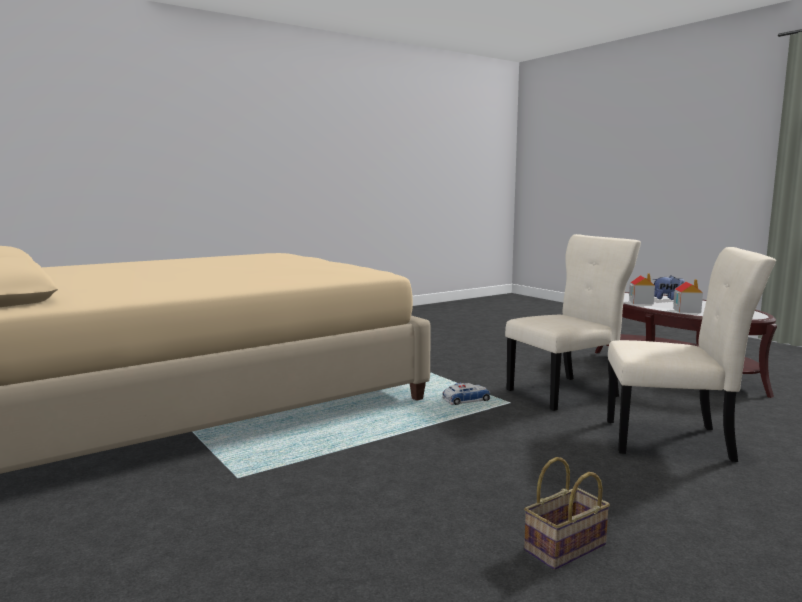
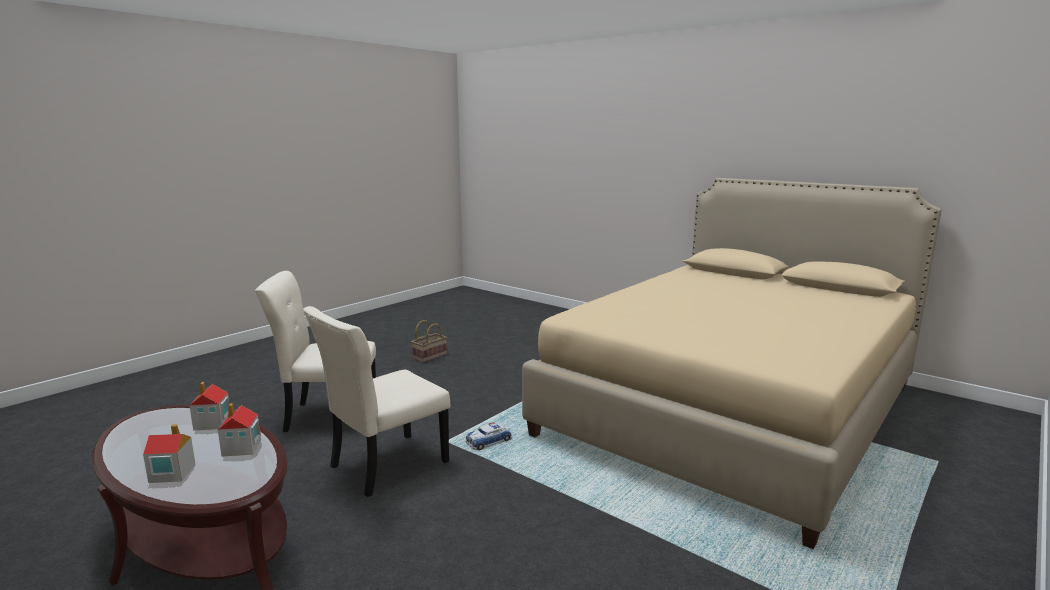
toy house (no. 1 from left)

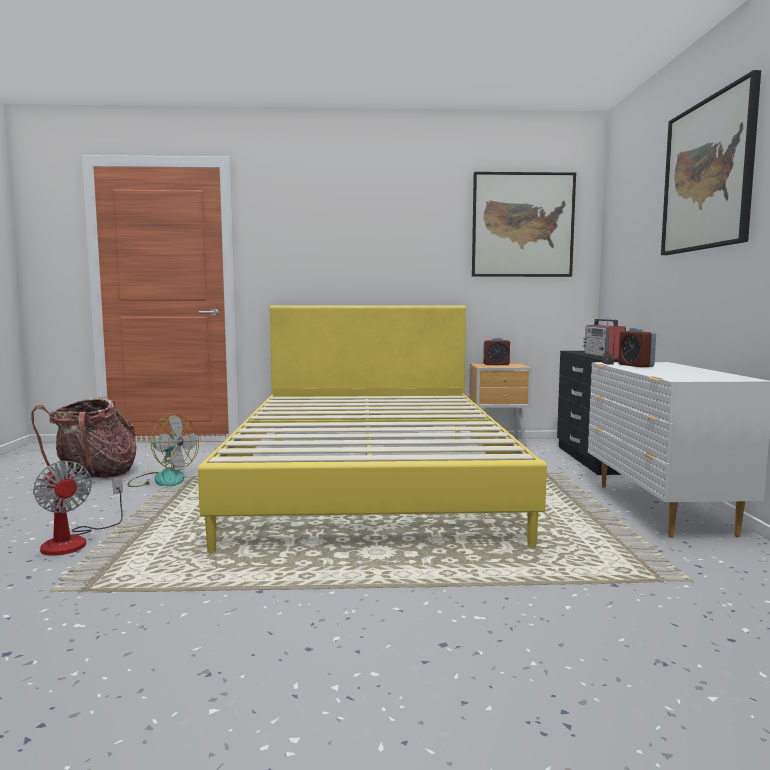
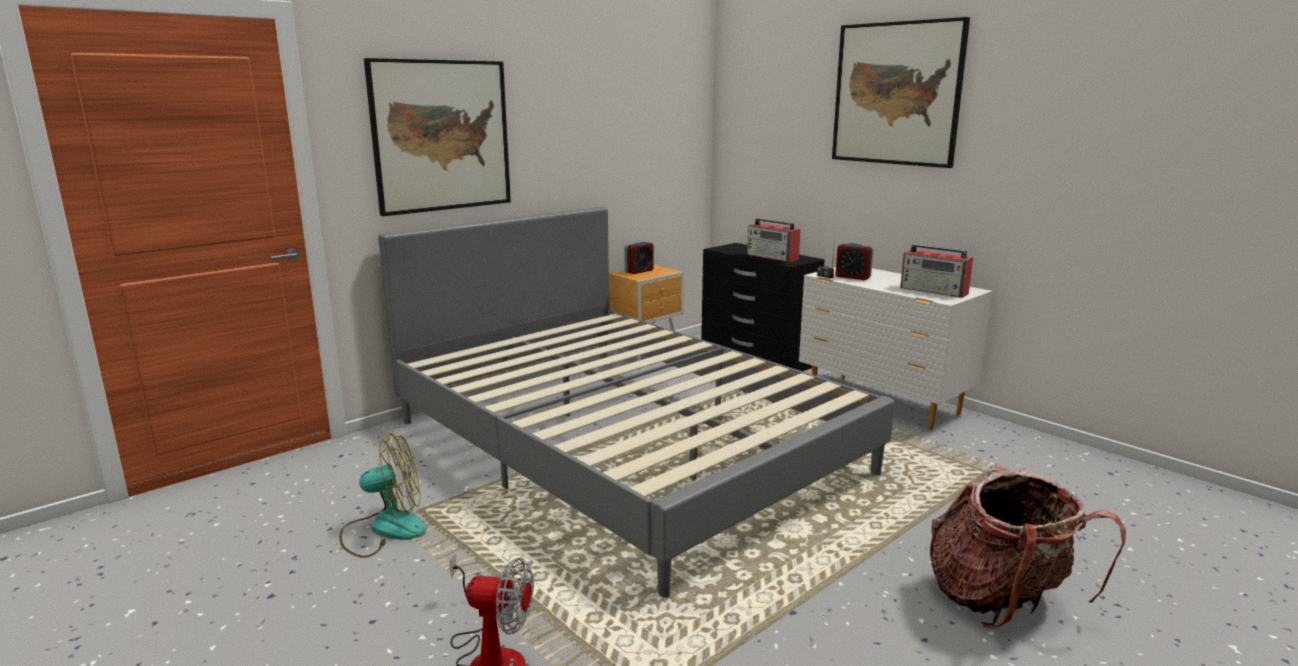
radio (no. 3 from left)
backpack
picture (no. 1 from left)
grey bed

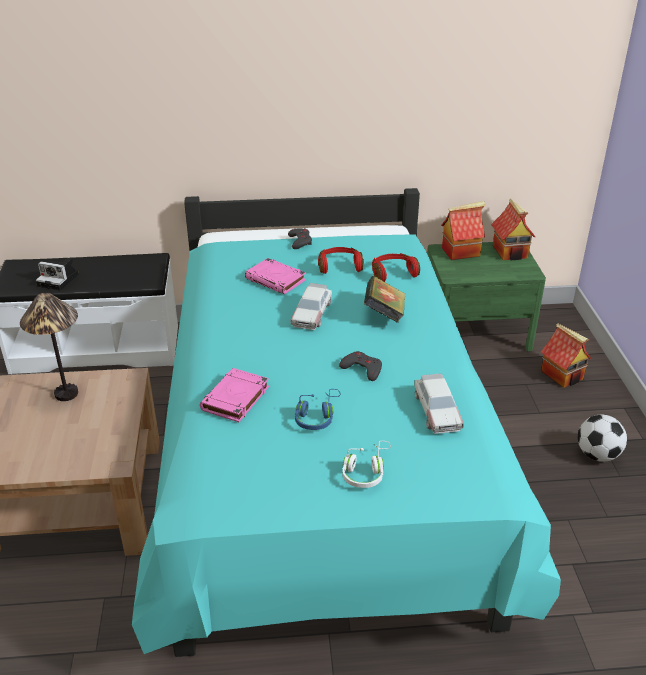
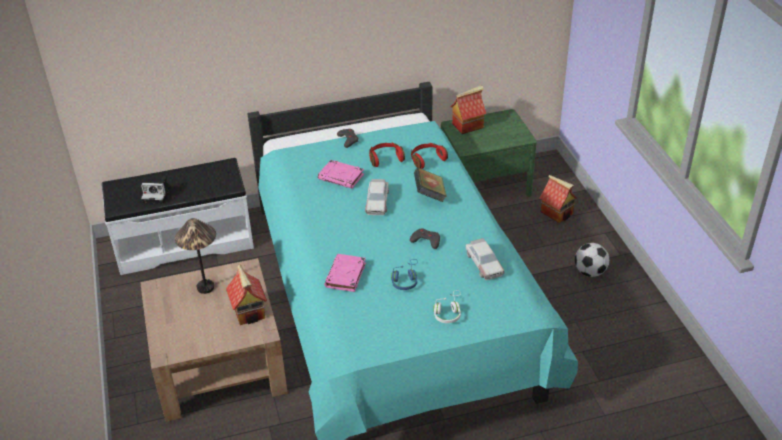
toy house (no. 1 from left)

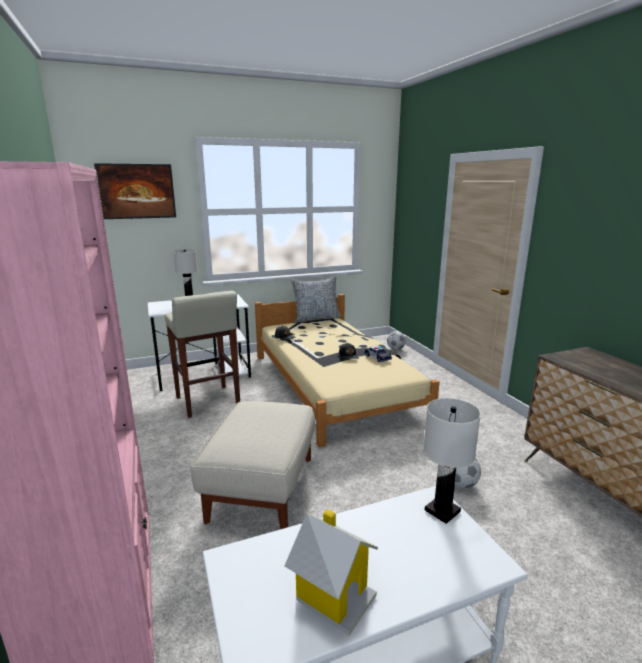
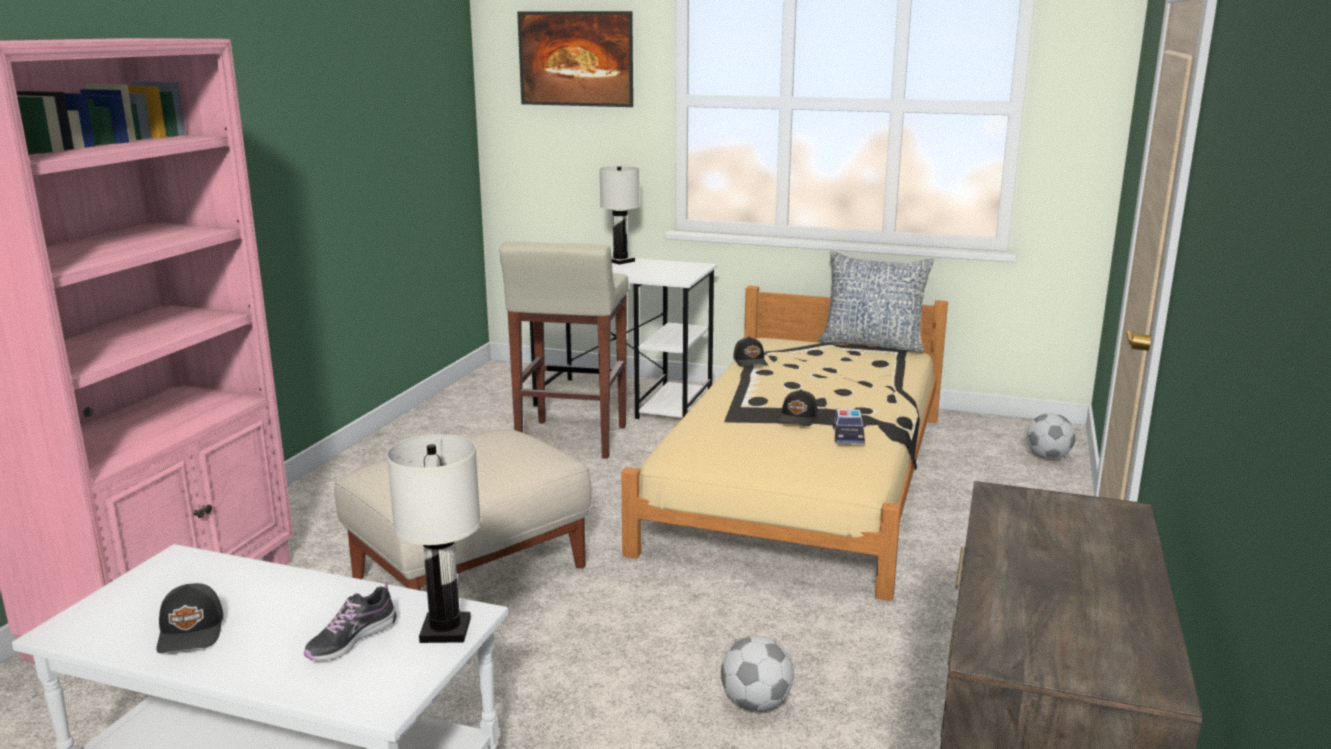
shoe
black cap (no. 1 from left)

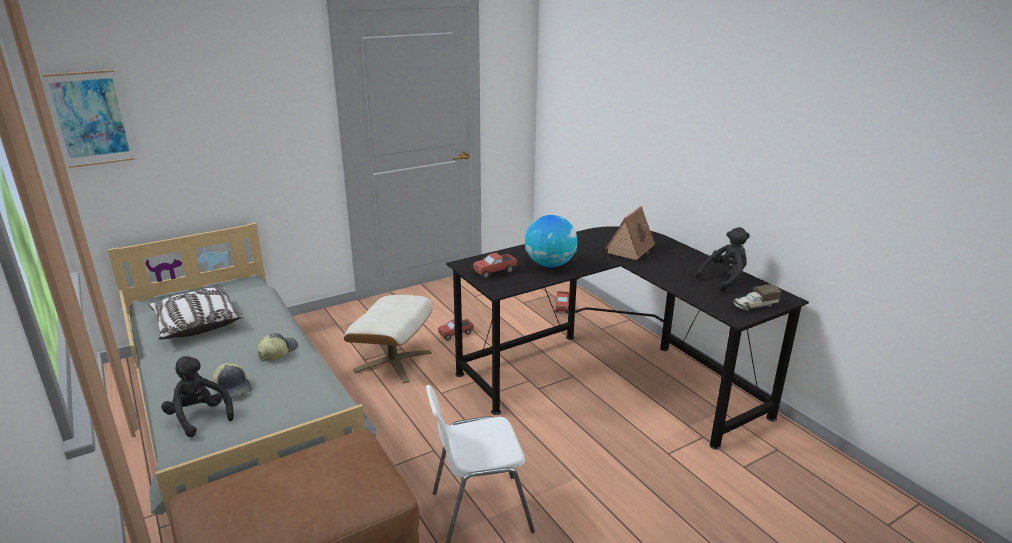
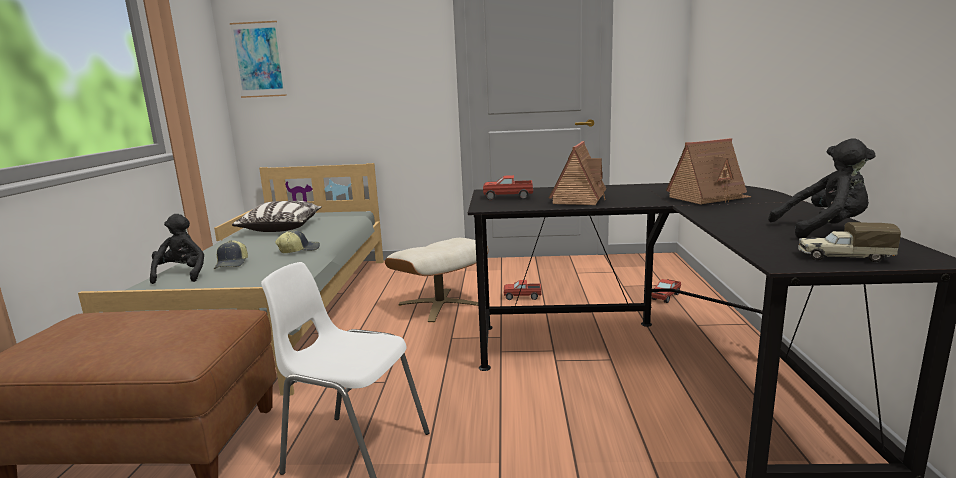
toy house (no. 1 from left)

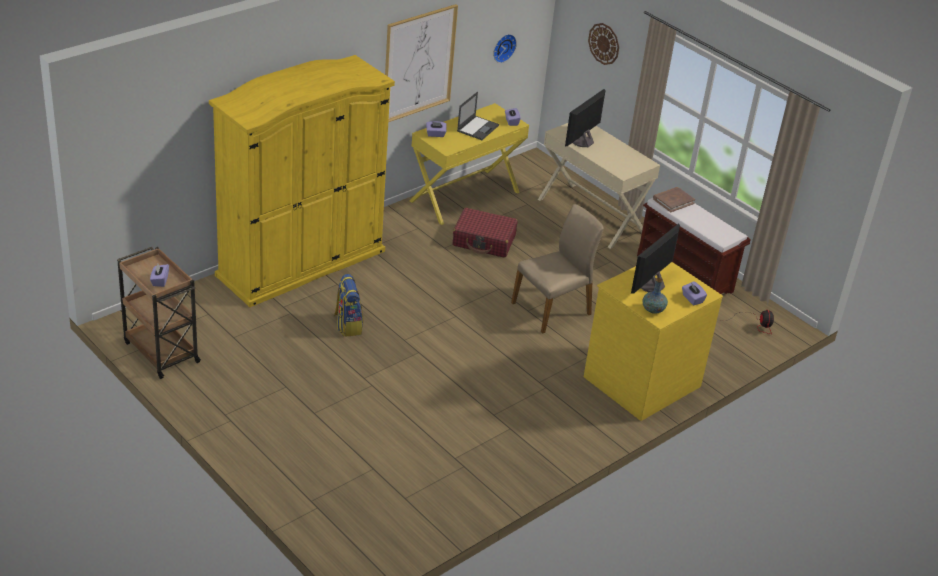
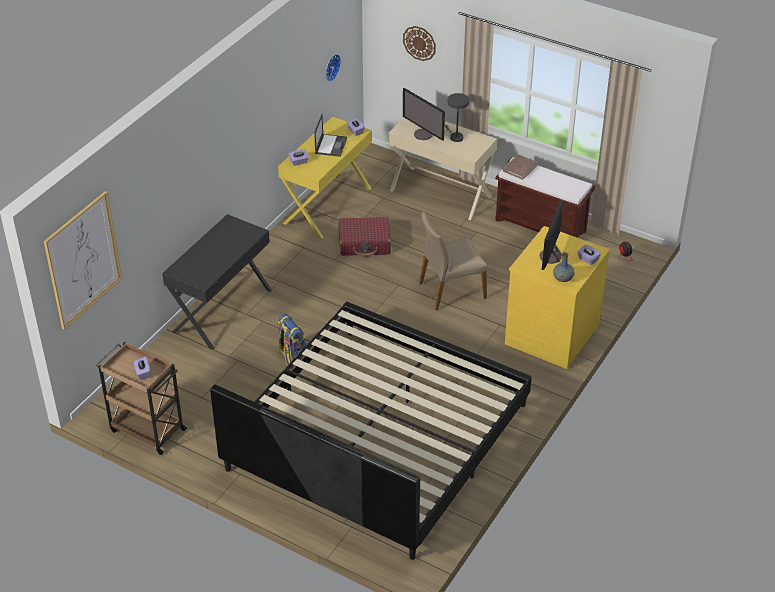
bed
grey table lamp
picture
black desk
beige chair
monitor (no. 1 from left)

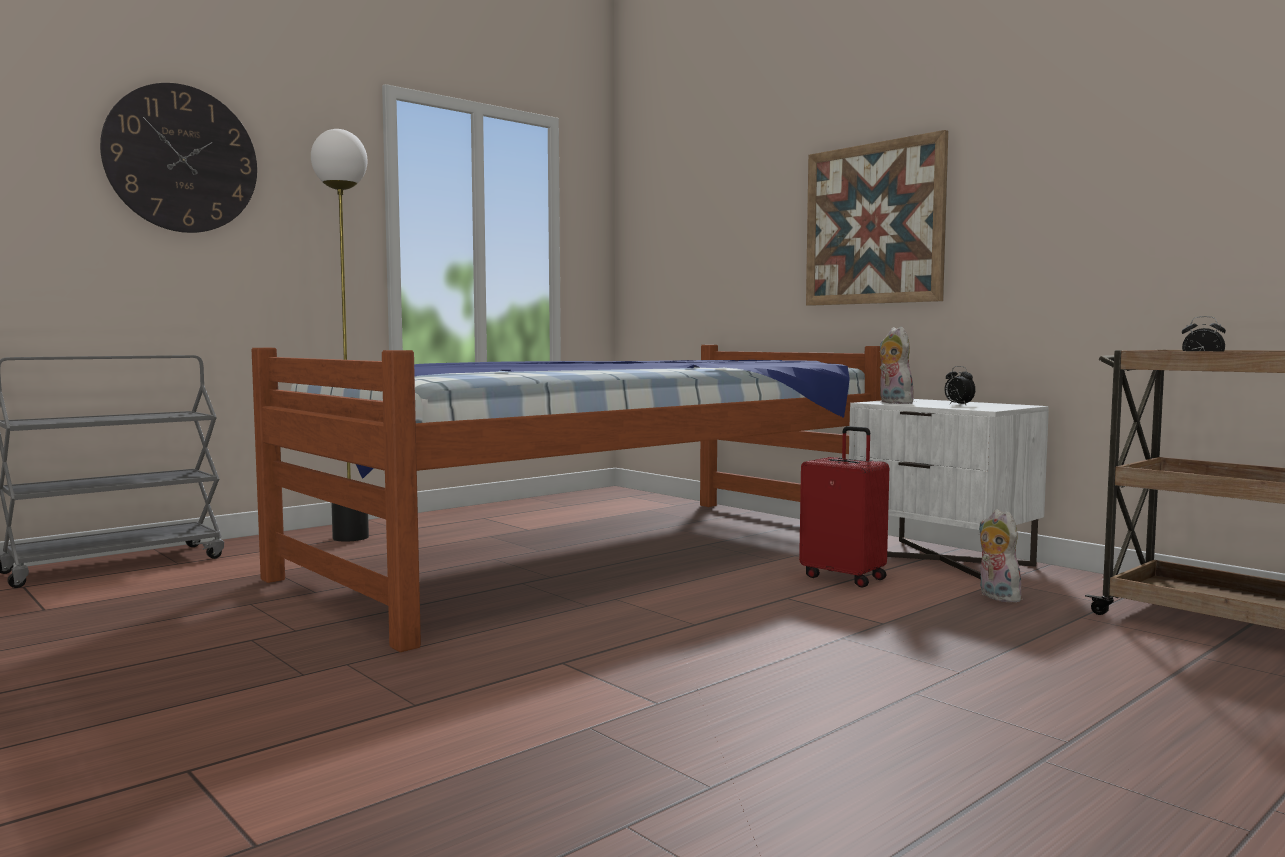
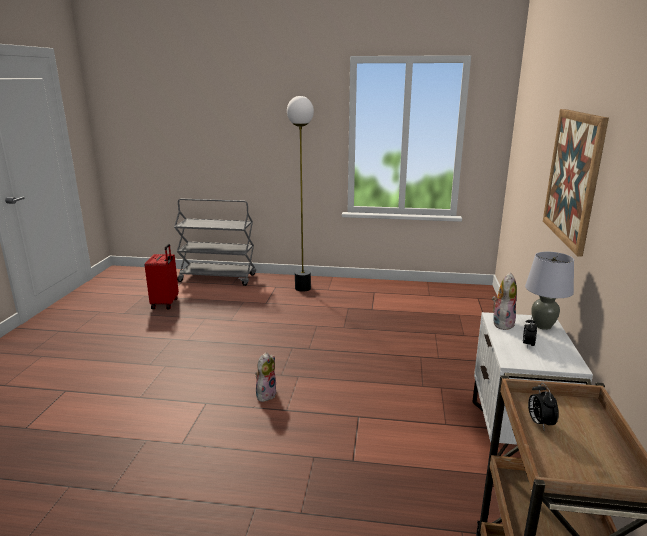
wall clock
bed
grey table lamp
red suitcase
plush toy (no. 1 from left)

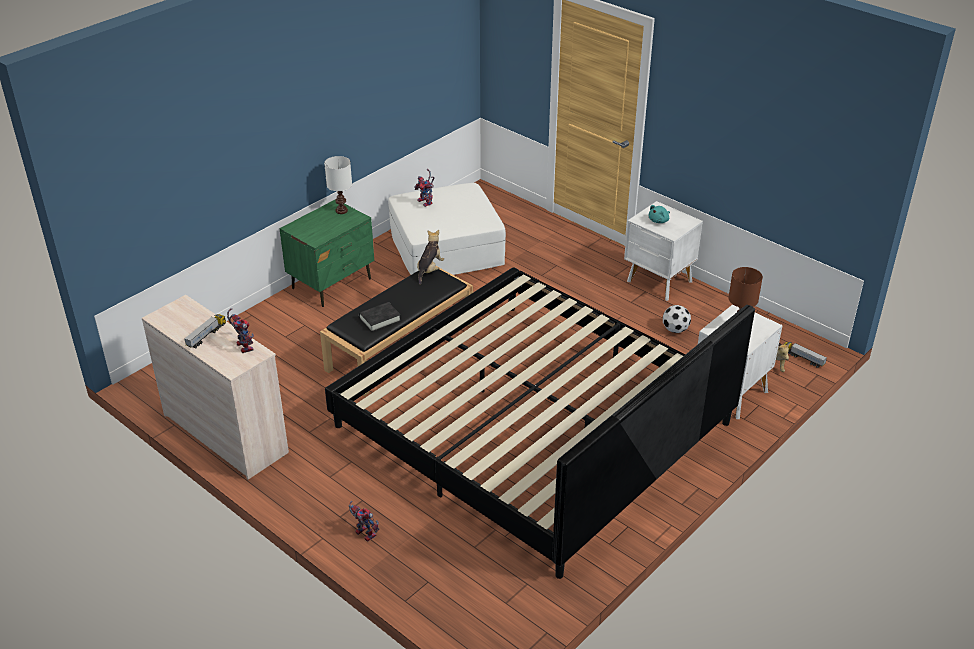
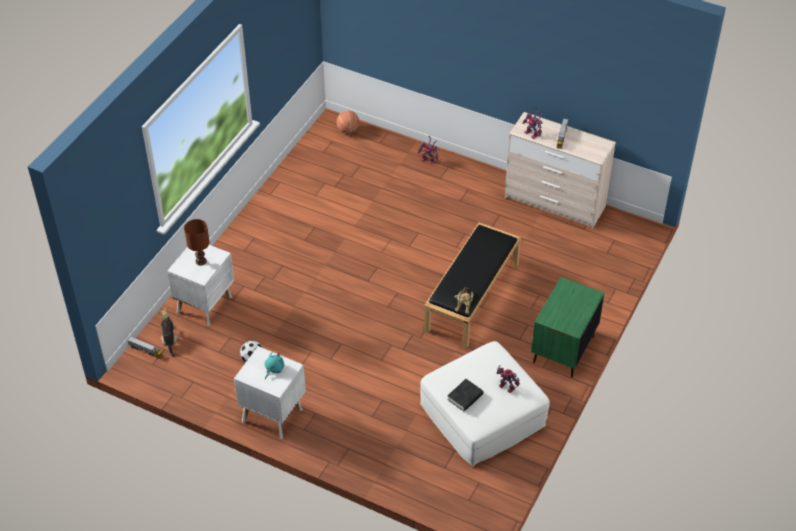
white table lamp
bed
basketball
black book

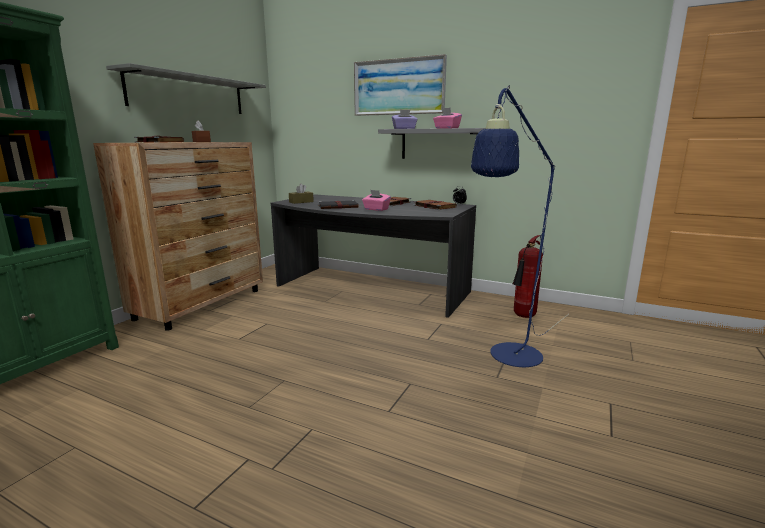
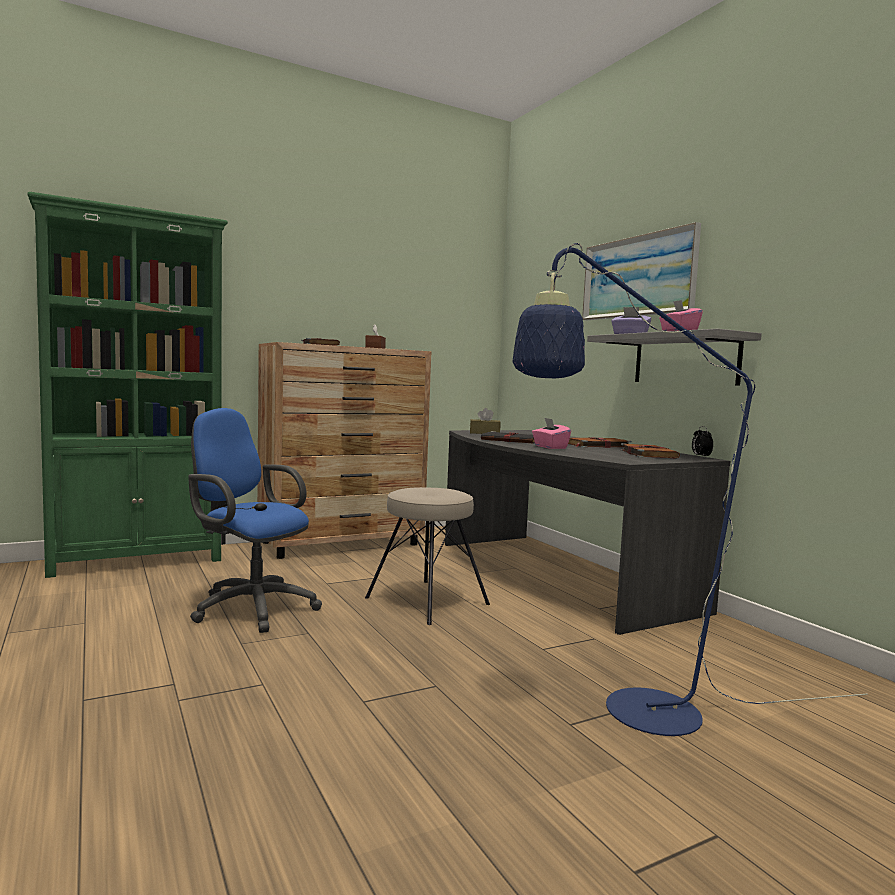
grey shelf (no. 1 from left in the first image)
fire extinguisher
blue office chair
beige stool

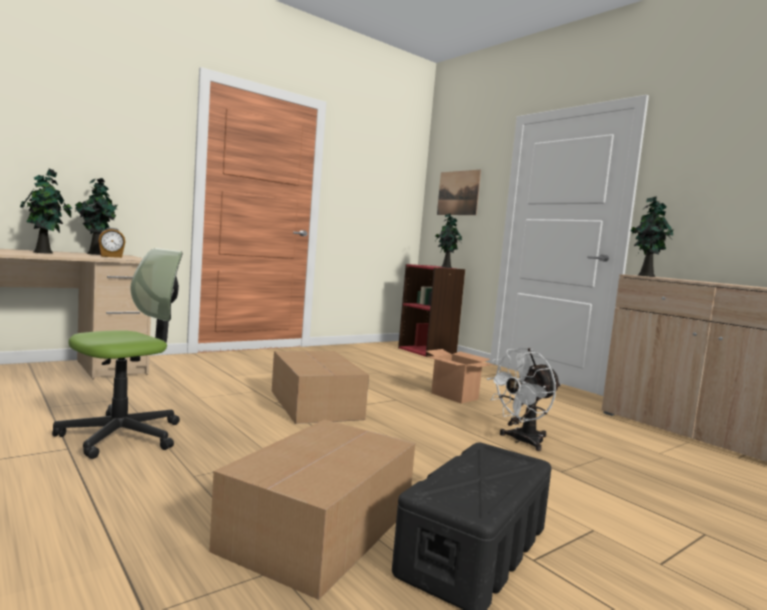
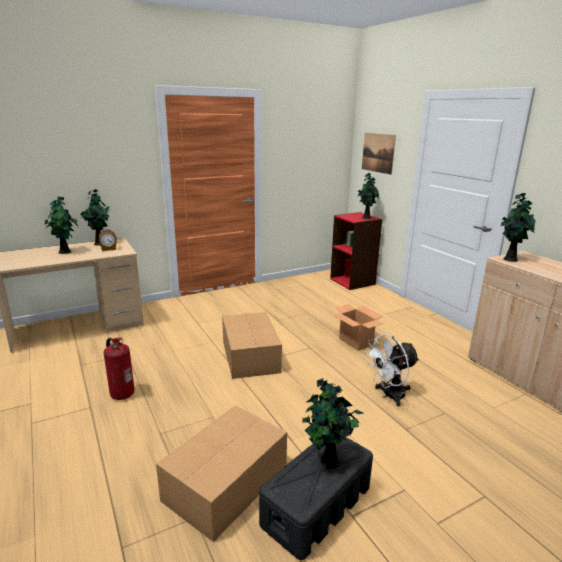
potted plant (no. 3 from left)
fire extinguisher

